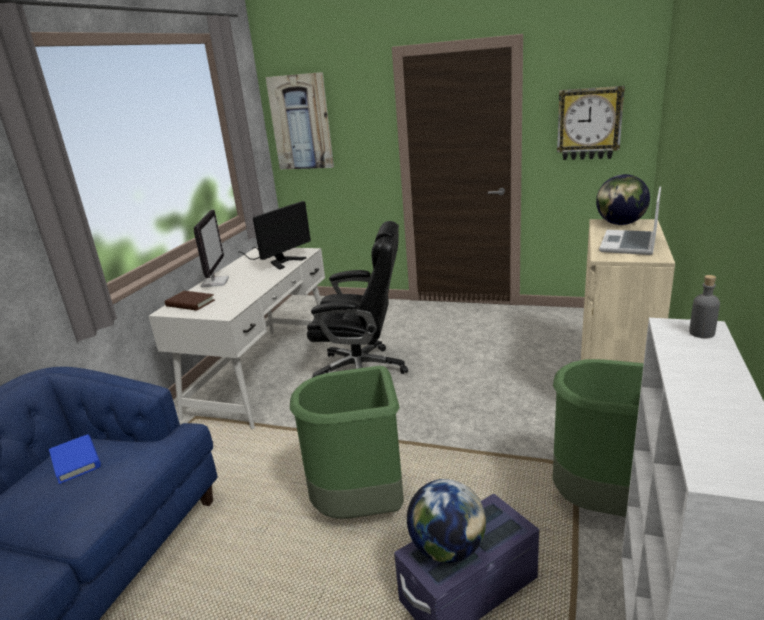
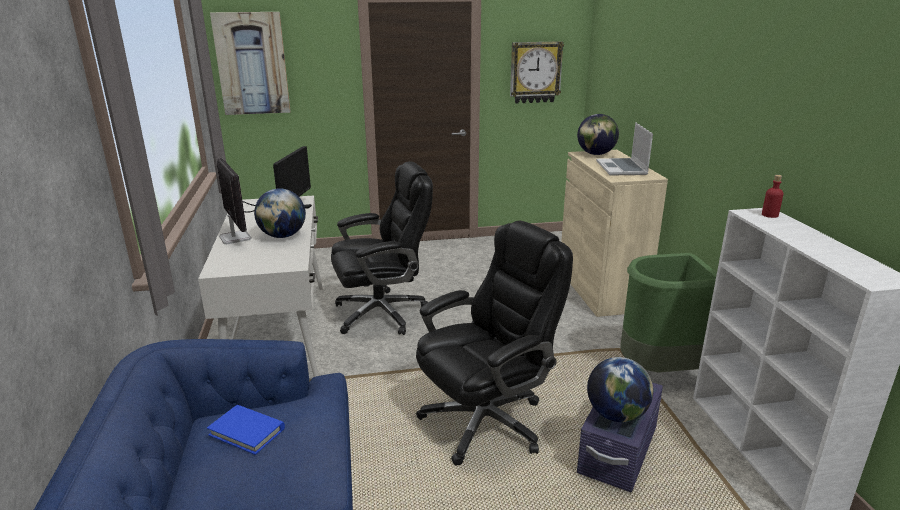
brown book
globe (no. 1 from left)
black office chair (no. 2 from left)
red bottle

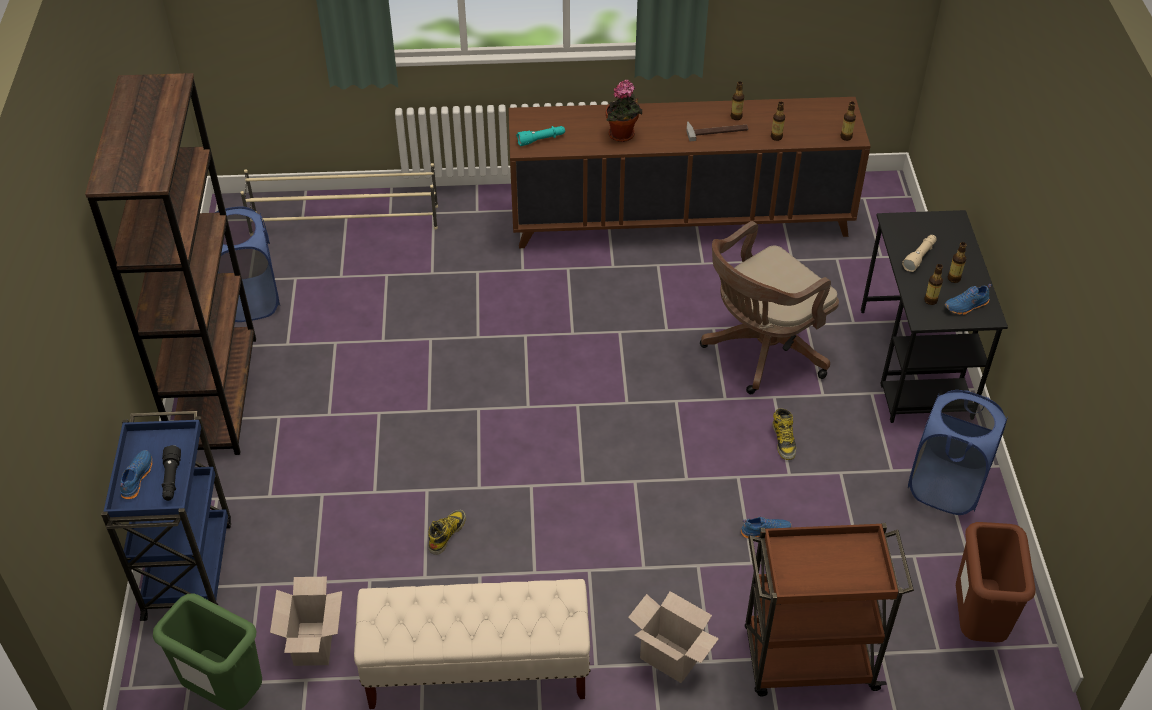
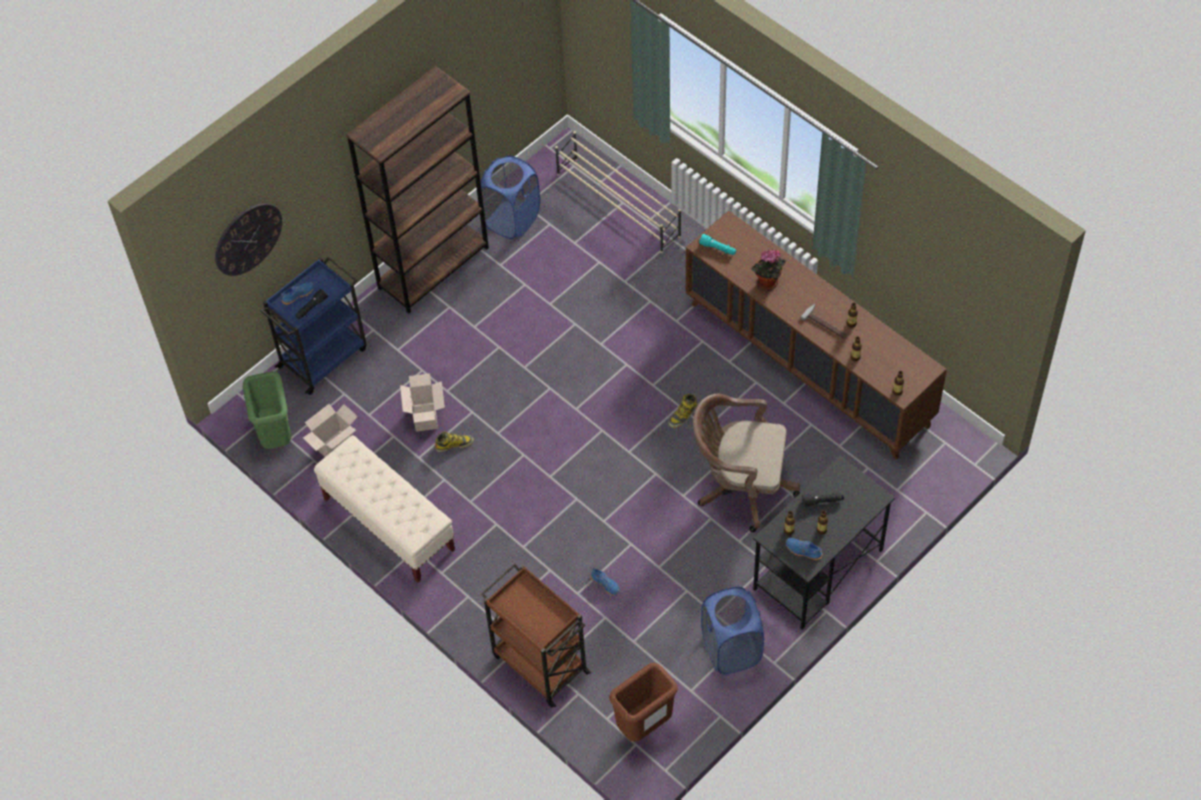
wall clock
cardboard box (no. 2 from left)
boot (no. 2 from left)
black flashlight (no. 2 from left)

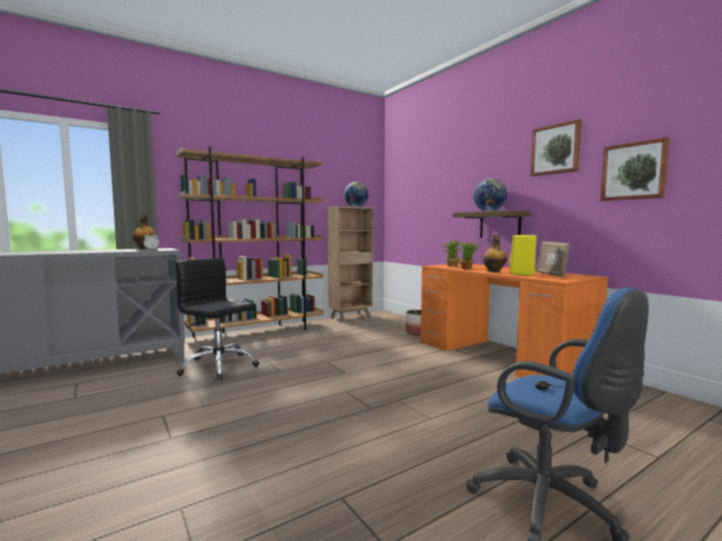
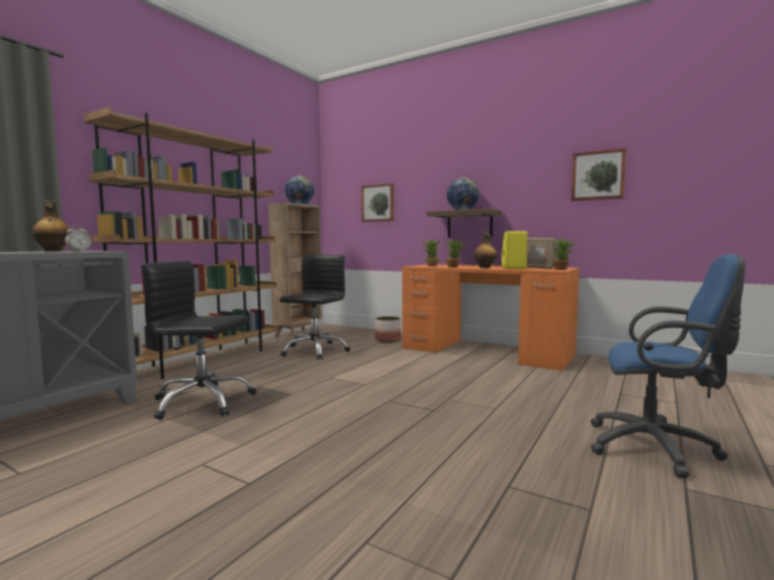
black office chair (no. 2 from left)
potted plant (no. 3 from left)
picture (no. 1 from left)

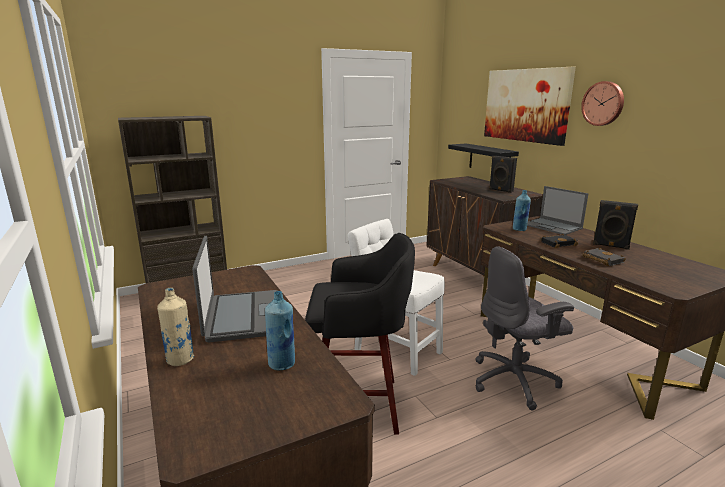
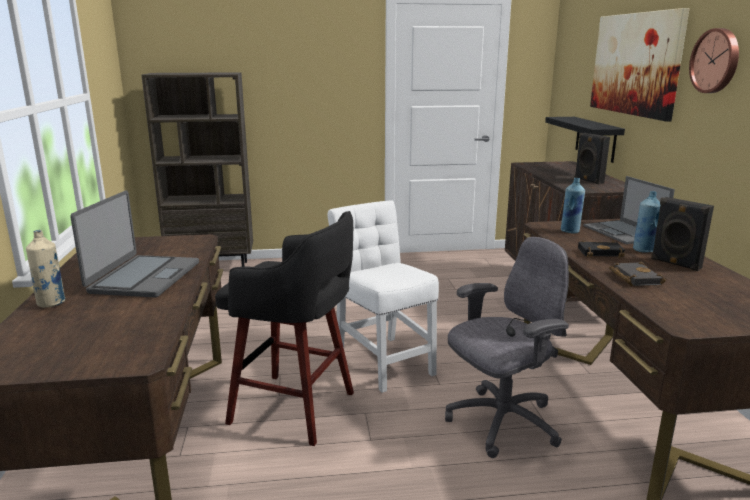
blue bottle (no. 2 from left)
grey office chair

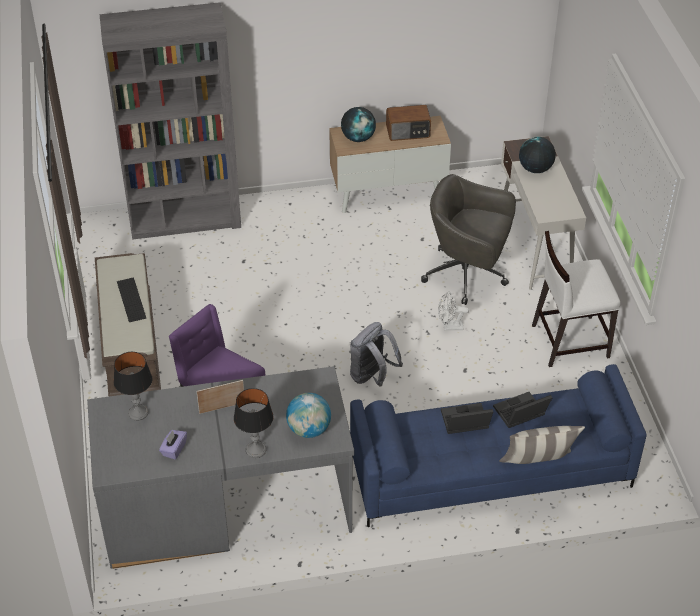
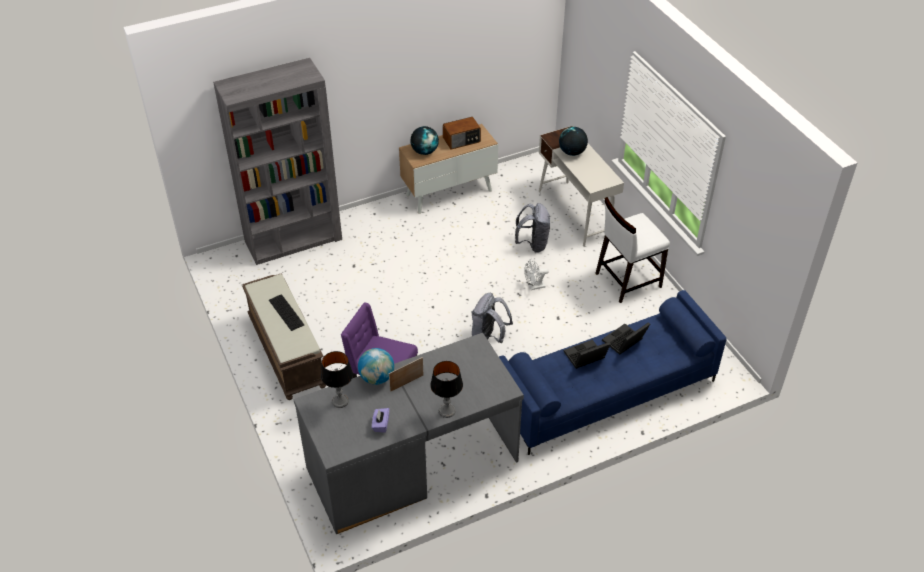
pillow
globe (no. 1 from left)
grey backpack (no. 2 from left)

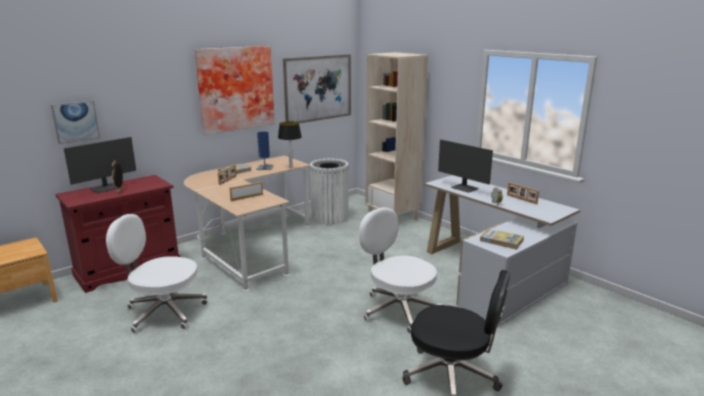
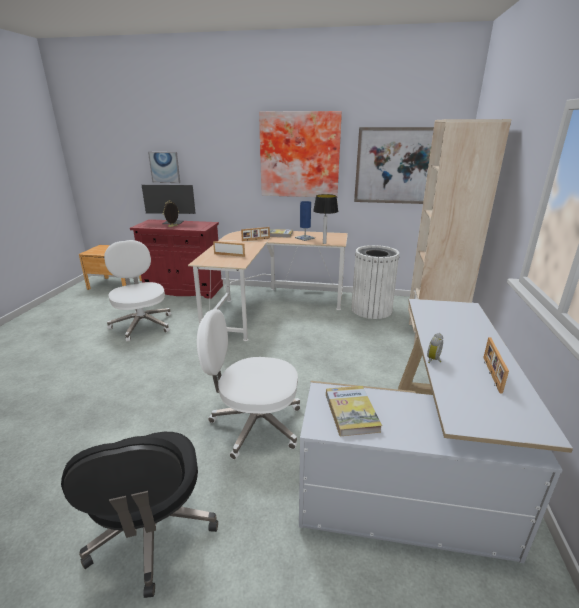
monitor (no. 2 from left in the first image)
white office chair (no. 2 from left)

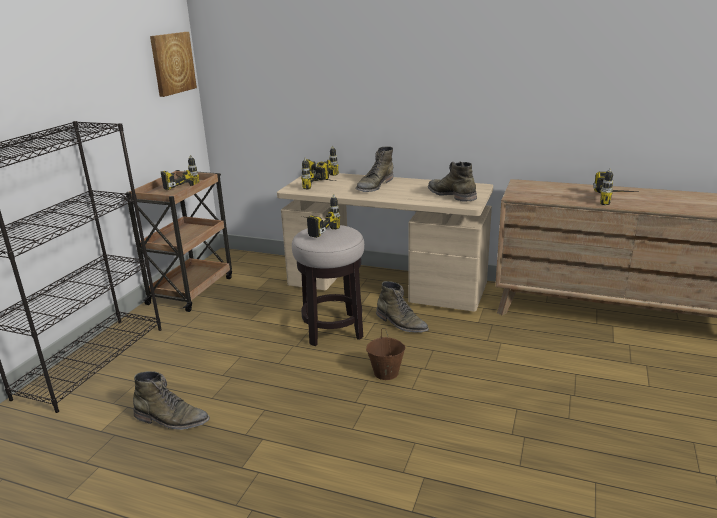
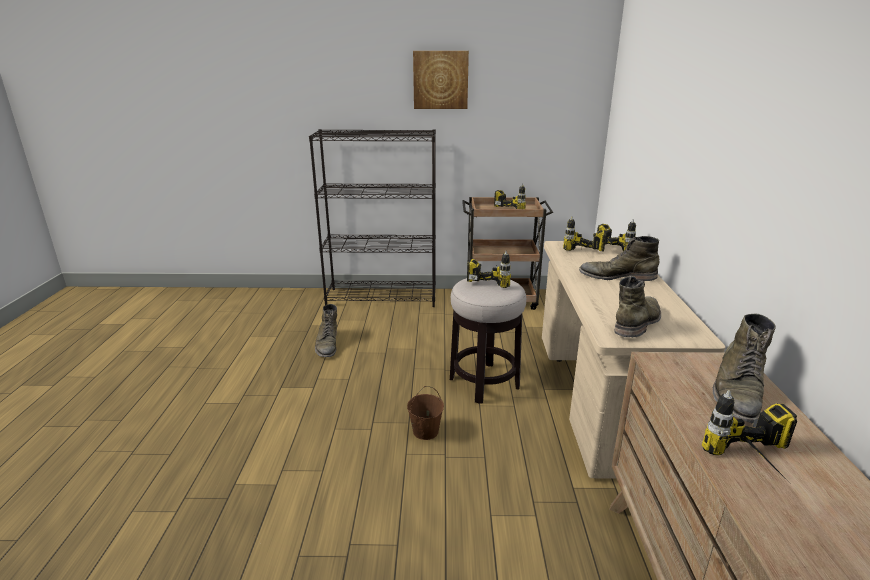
picture
green boot (no. 4 from left)

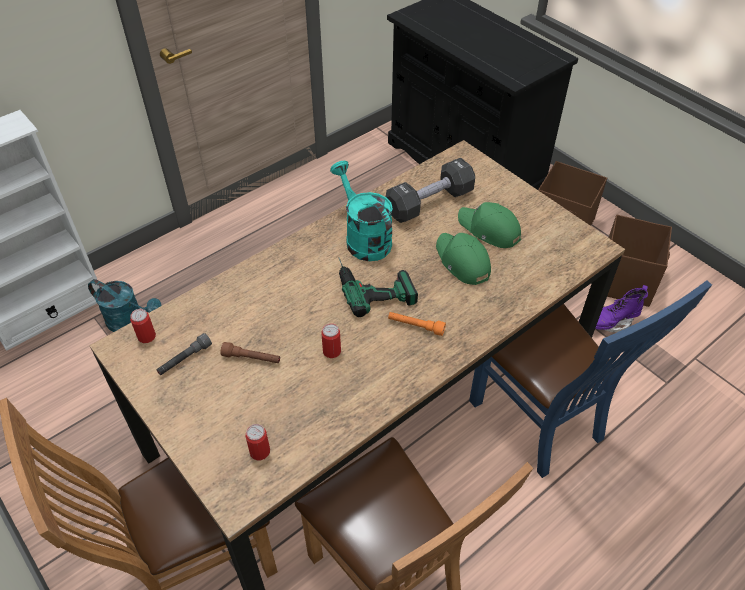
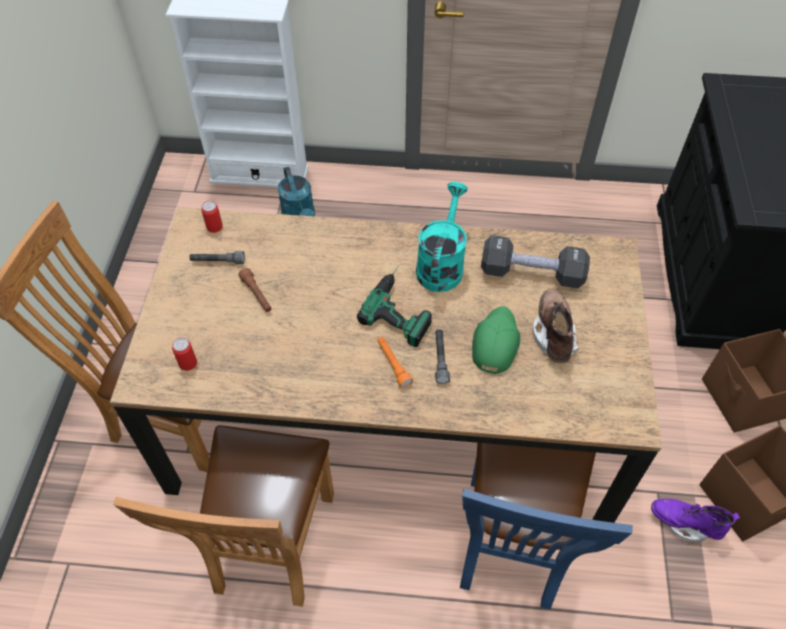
can (no. 3 from left in the first image)
grey flashlight (no. 2 from left)
brown boot

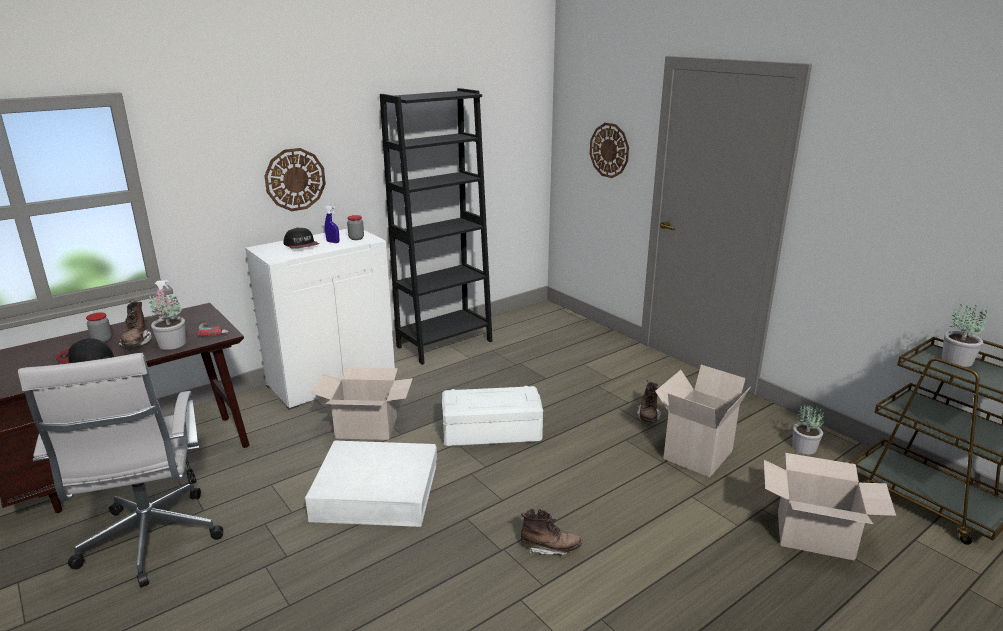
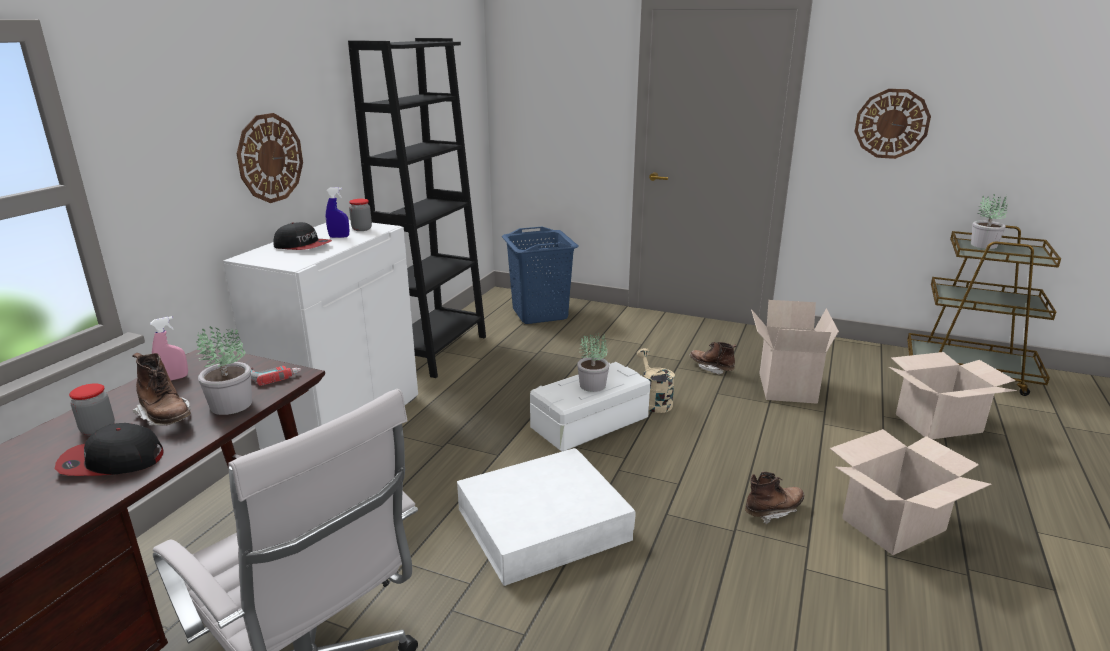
blue laundry basket
beige watering can
cardboard box (no. 2 from left)
wall clock (no. 2 from left)
potted plant (no. 2 from left)
brown boot (no. 2 from left)

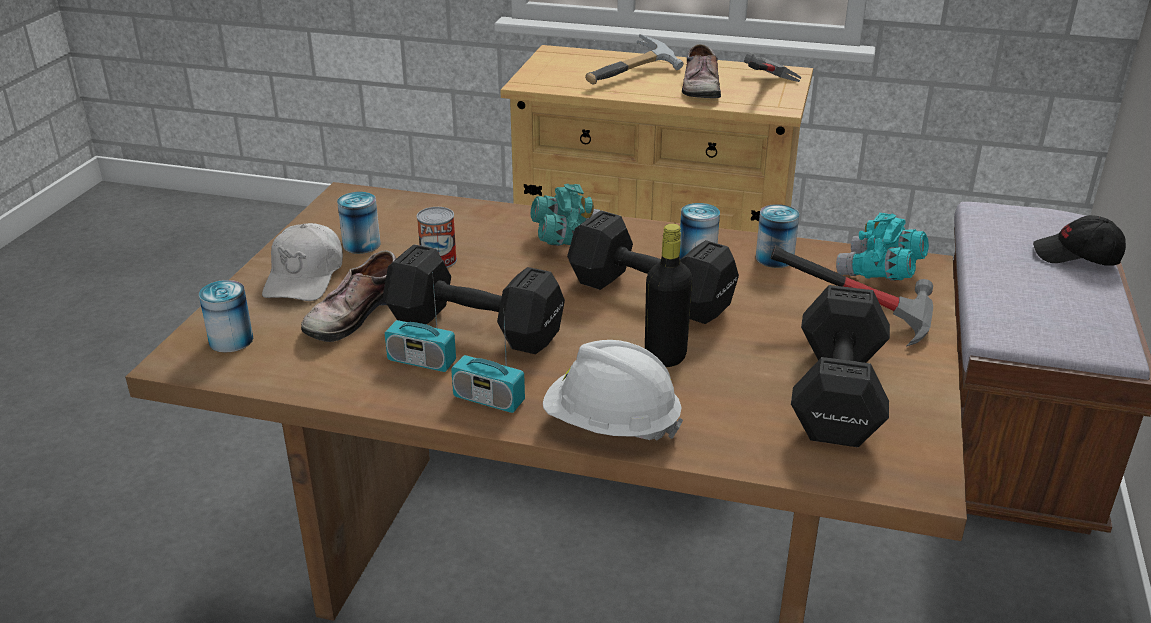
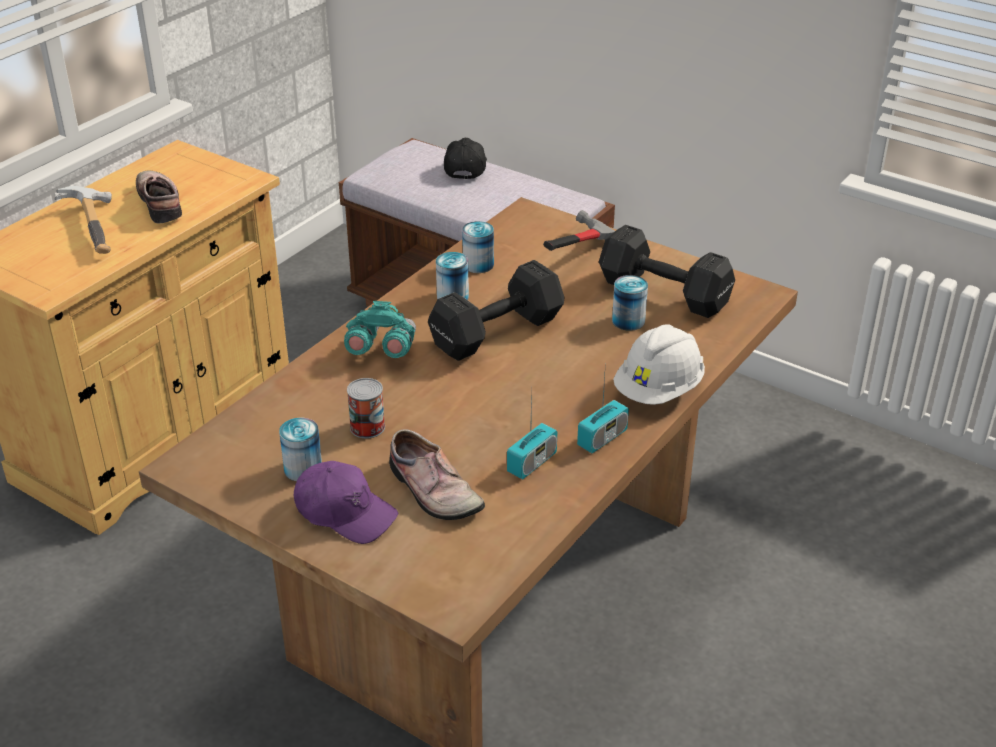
black dumbbell (no. 1 from left in the first image)
black bottle
hammer (no. 2 from left in the first image)
turquoise binoculars (no. 2 from left in the first image)
can (no. 5 from left)
purple cap
shoe (no. 1 from left)
black cap

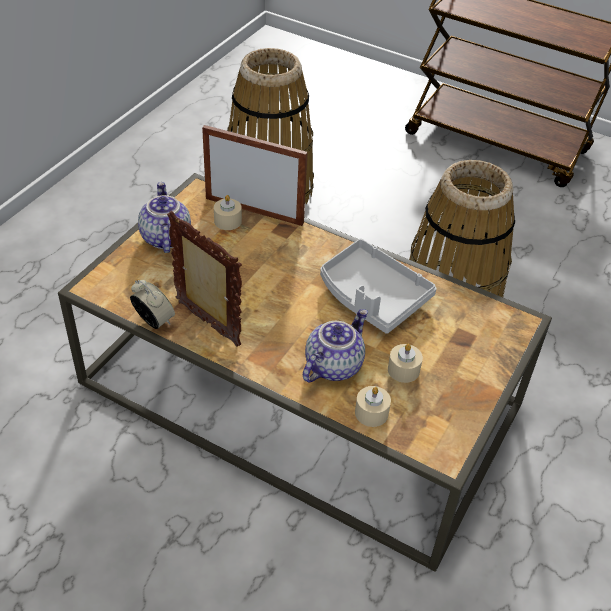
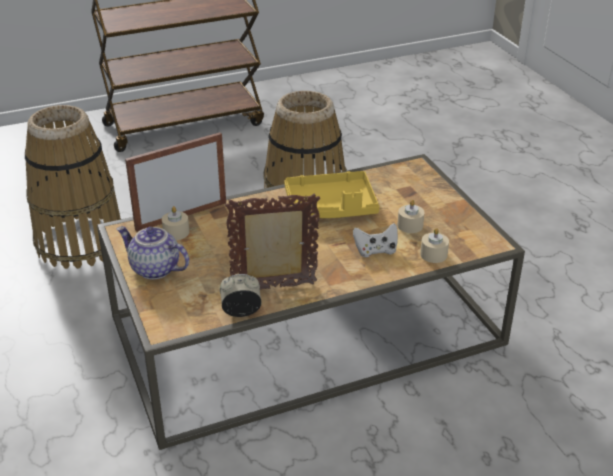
white game controller
yellow tray

